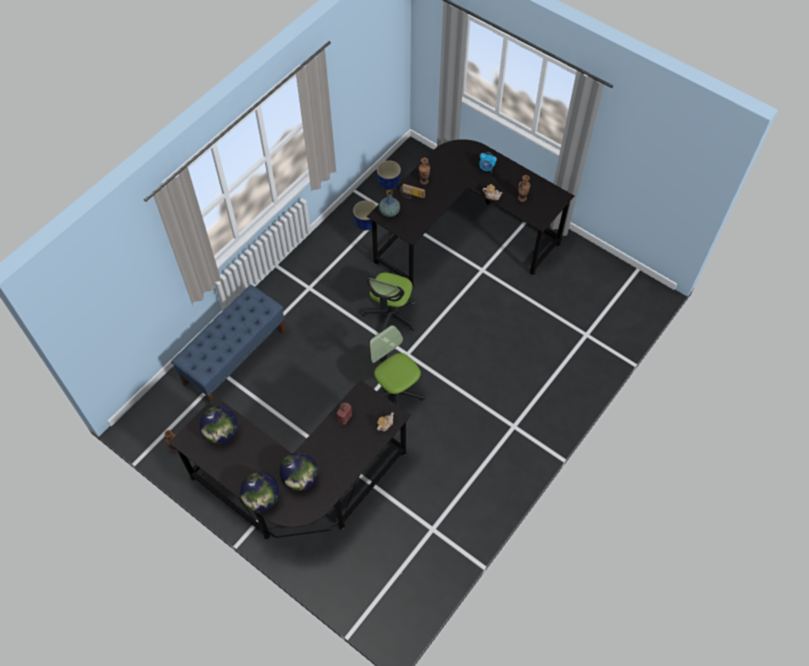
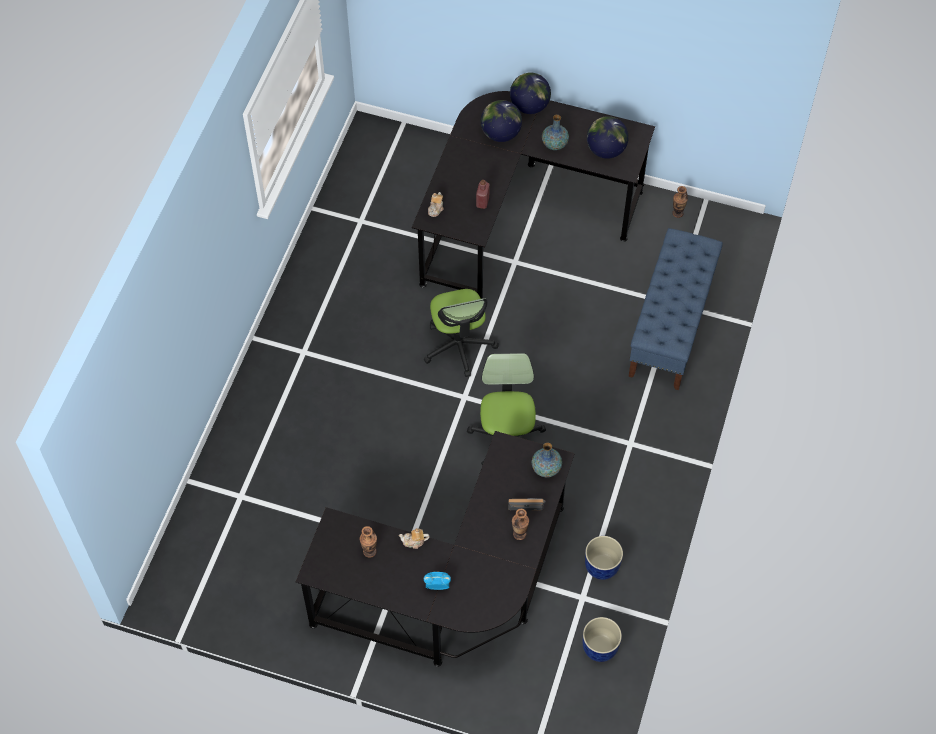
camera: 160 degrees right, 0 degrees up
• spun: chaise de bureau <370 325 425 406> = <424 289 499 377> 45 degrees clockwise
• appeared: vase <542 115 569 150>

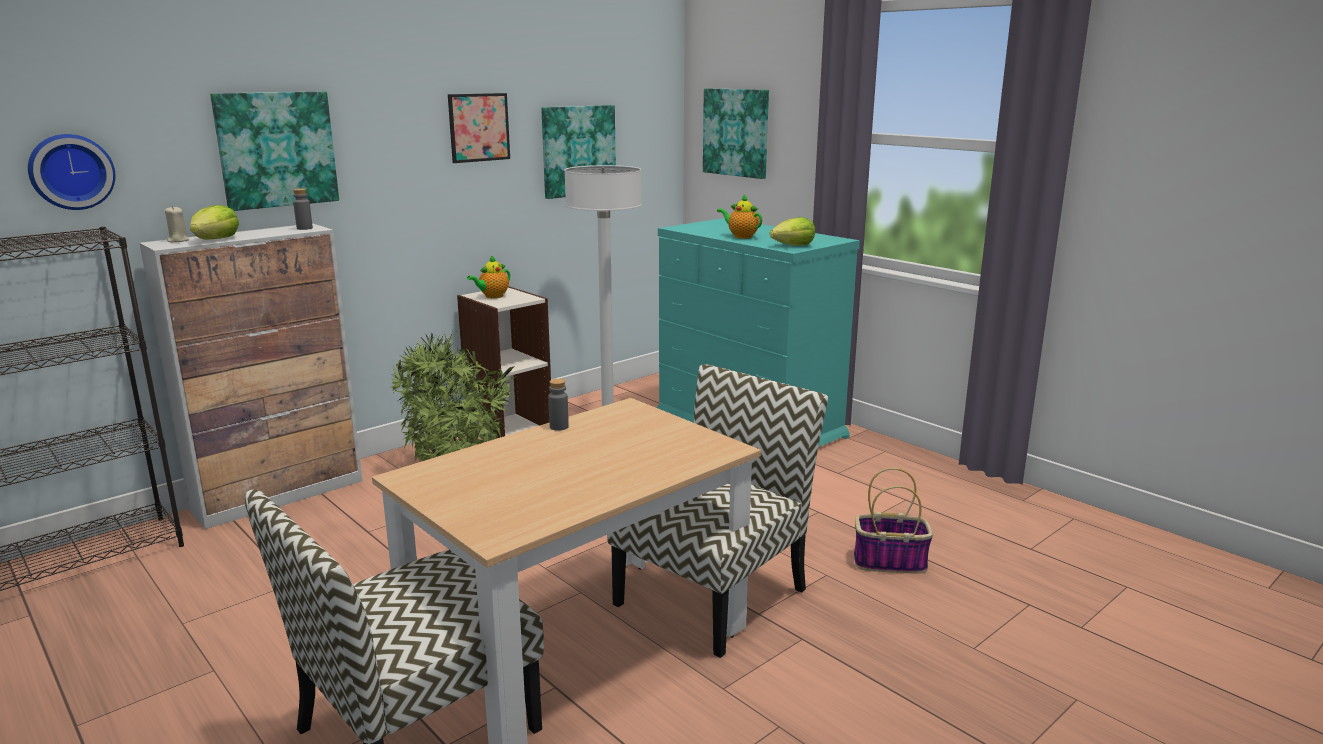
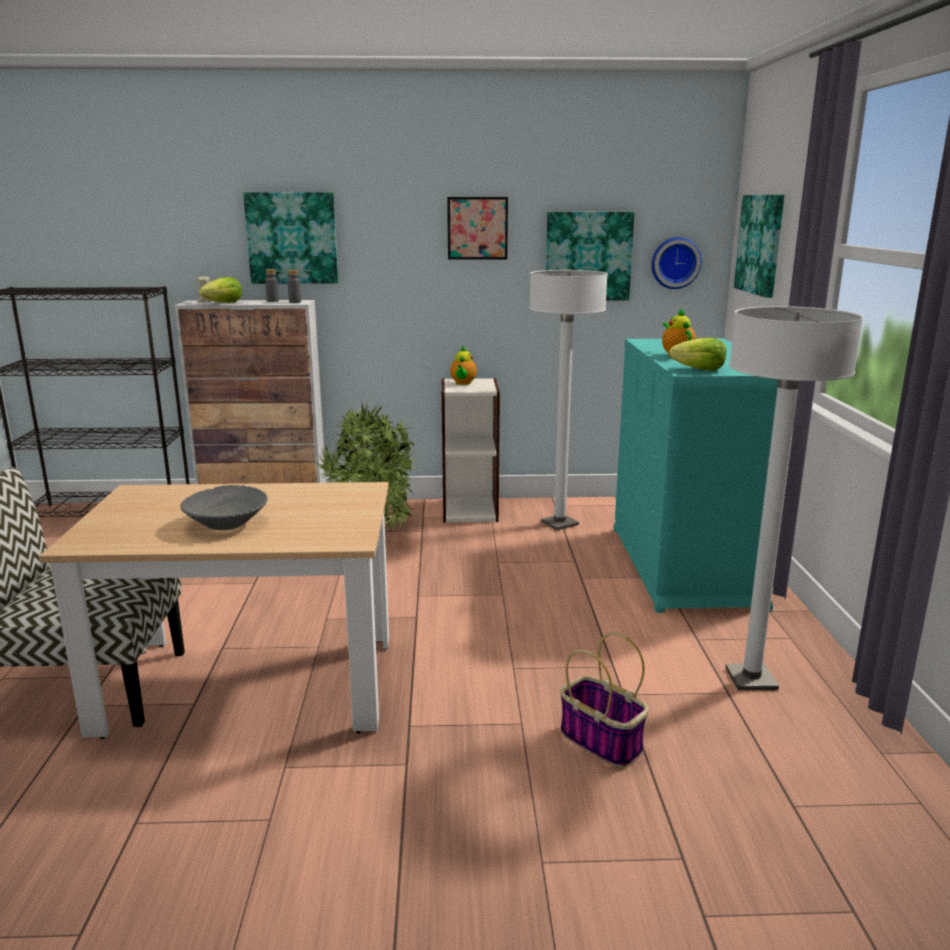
camera: 40 degrees right, 0 degrees up
• relocated: horloge murale <28 134 115 210> to <651 237 702 289>
• spun: théière <467 255 510 298> = <450 346 477 385> 75 degrees counterclockwise
• missing: chaise <607 364 828 658>
• relocated: bouteille/gris <548 379 569 431> to <265 269 279 302>
• appeared: lampadaire/blanc <725 306 863 690>
• appeared: bol/gris <180 485 267 530>

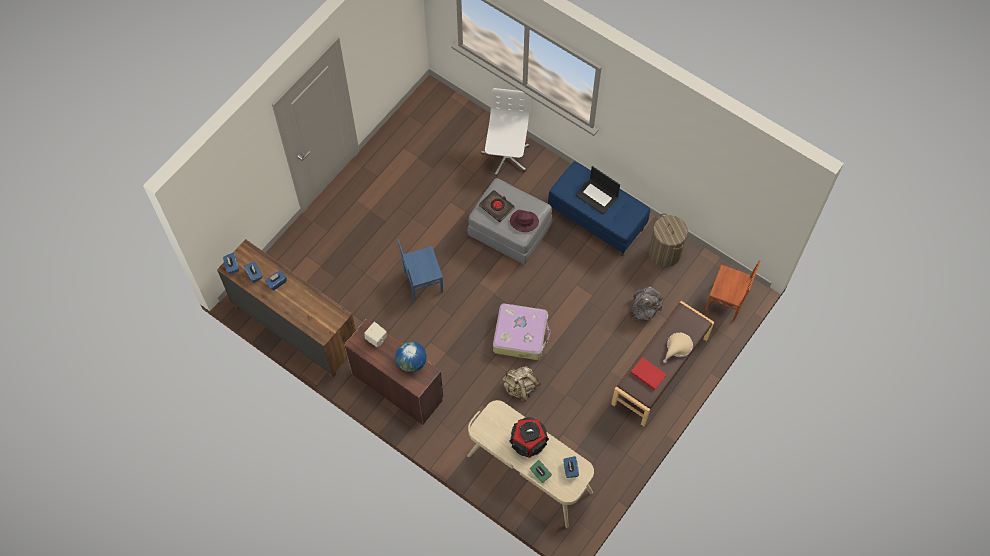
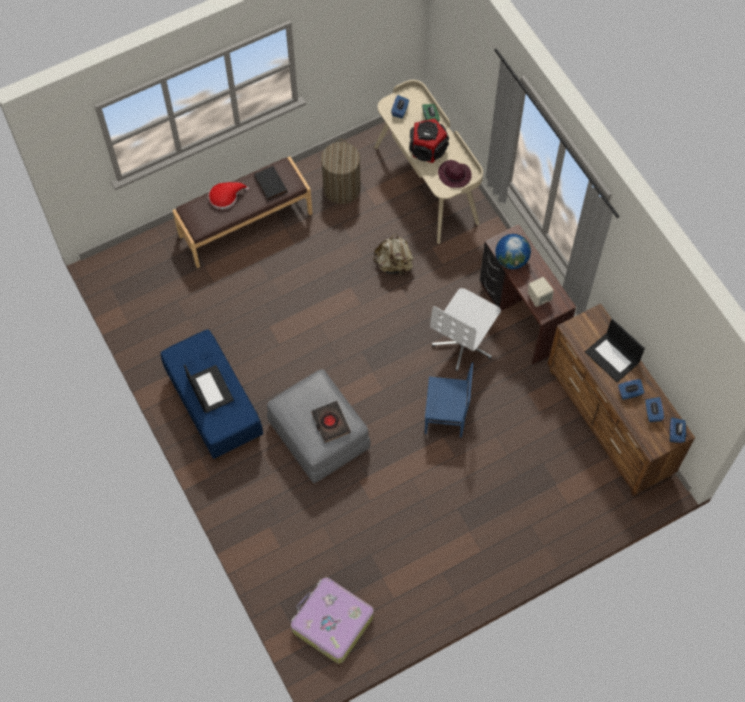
camera: 155 degrees left, 0 degrees up
• relocated: chaise de bureau/blanc <481 88 530 176> to <430 288 501 371>
• relocated: chapeau/violet <510 210 539 232> to <438 160 472 188>
• relocated: panier à linge <649 213 688 267> to <321 139 361 204>
• missing: chaise/marron <705 260 760 321>
• missing: sac à dos/gris <630 287 663 322>
• relocated: valise <493 304 551 360> to <291 577 374 663>
• colour: chapeau/beige <663 332 693 363> to chapeau/rouge <208 182 249 210>
• colour: livre/rouge <631 357 667 390> to livre/noir <254 166 288 201>
• appeared: ordinateur portable <585 319 645 382>

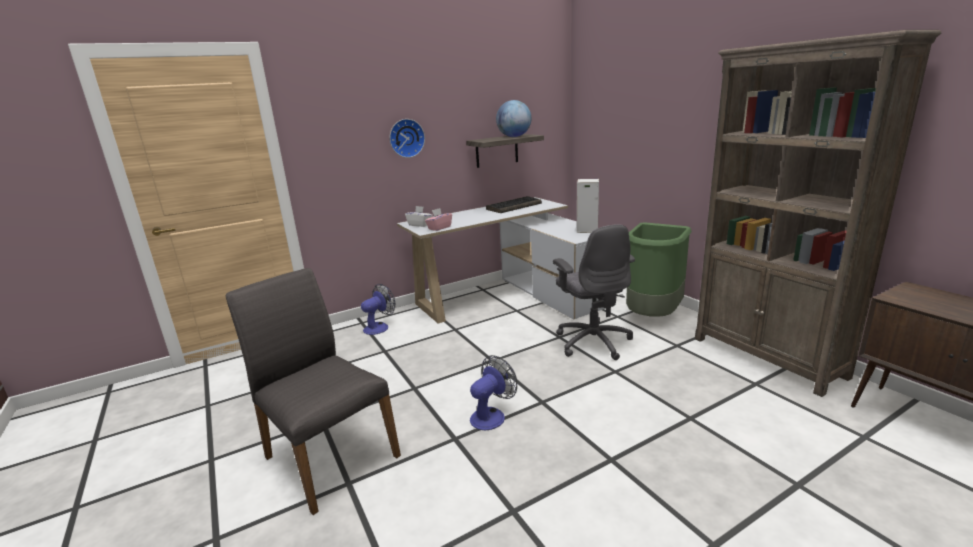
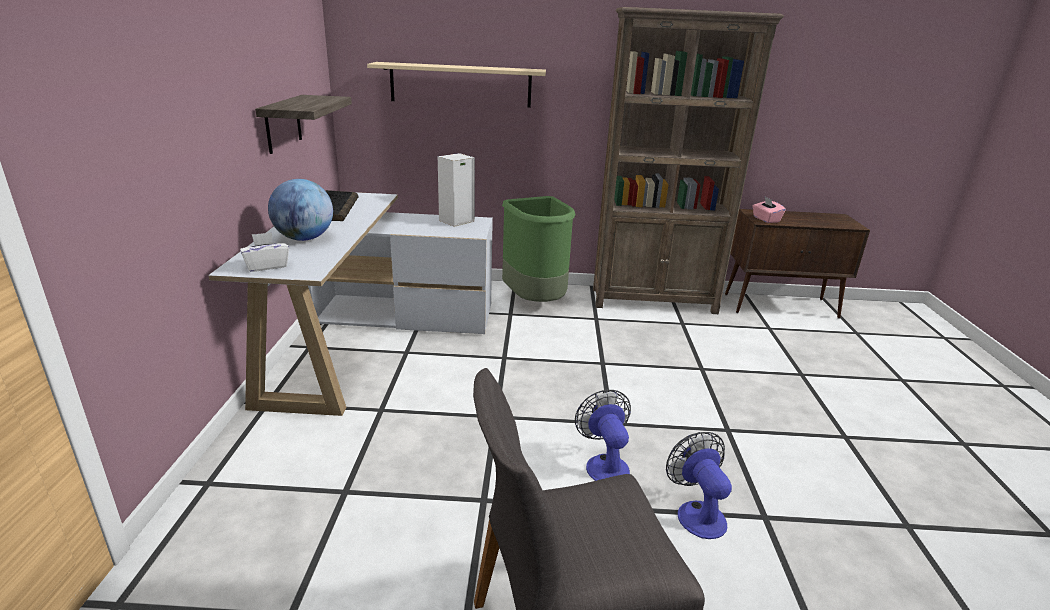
camera: 60 degrees left, 5 degrees up
• relocated: globe <496 100 531 137> to <268 179 333 241>
• missing: horloge murale <390 119 425 158>
• relocated: boîte à mouchoirs/rose <425 208 452 231> to <753 197 786 223>
• missing: chaise de bureau/gris <553 224 635 360>
• relocated: ventilateur <361 284 395 335> to <666 432 732 539>
• appeared: étagère/beige <367 62 546 108>

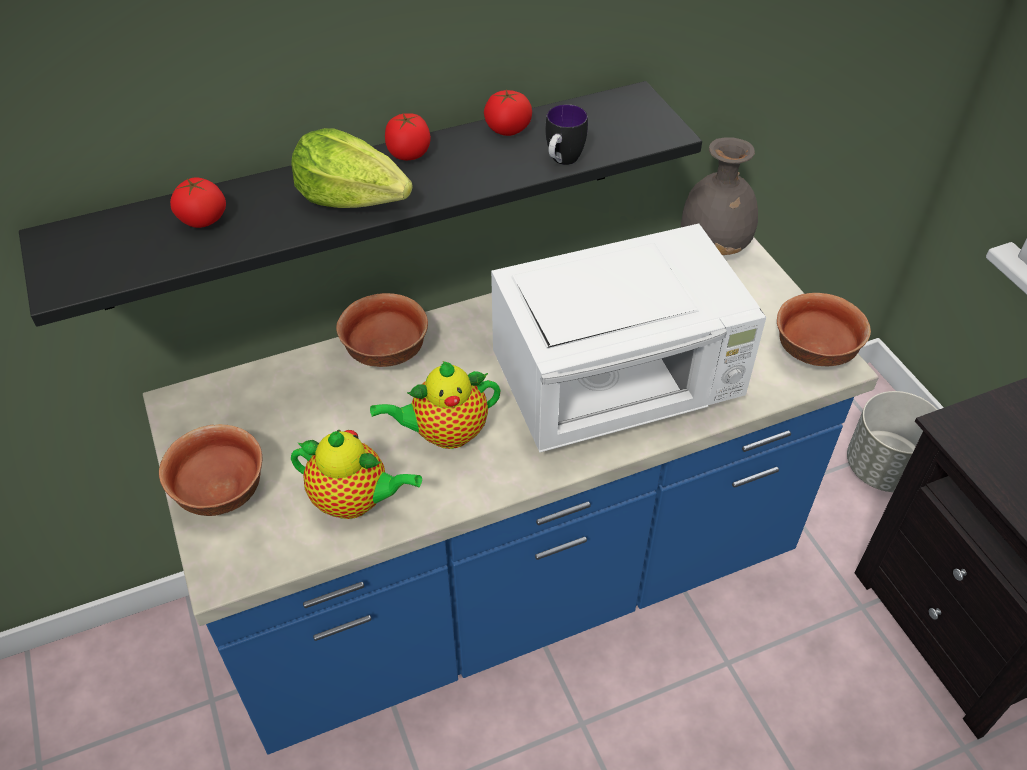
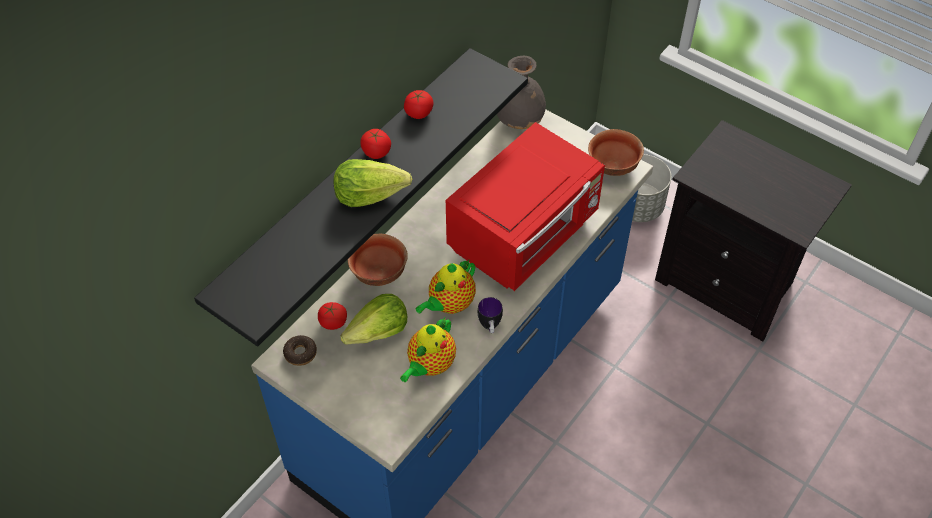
camera: 30 degrees left, 5 degrees up
• relocated: mug <546 104 588 165> to <478 297 503 333>
• relocated: tomate <170 177 226 228> to <318 302 347 330>
• colour: micro-ondes/blanc <491 224 766 453> to micro-ondes/rouge <446 122 605 291>
• missing: bol <159 424 262 516>
• spun: théière <291 430 422 519> = <400 318 456 382> 135 degrees clockwise
• appeared: laitue <340 294 407 345>
• appeared: beignet <283 335 317 366>

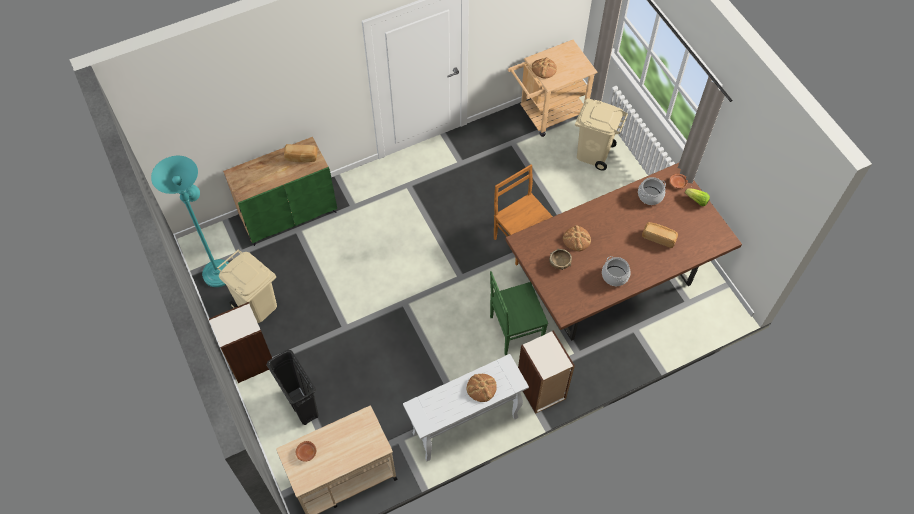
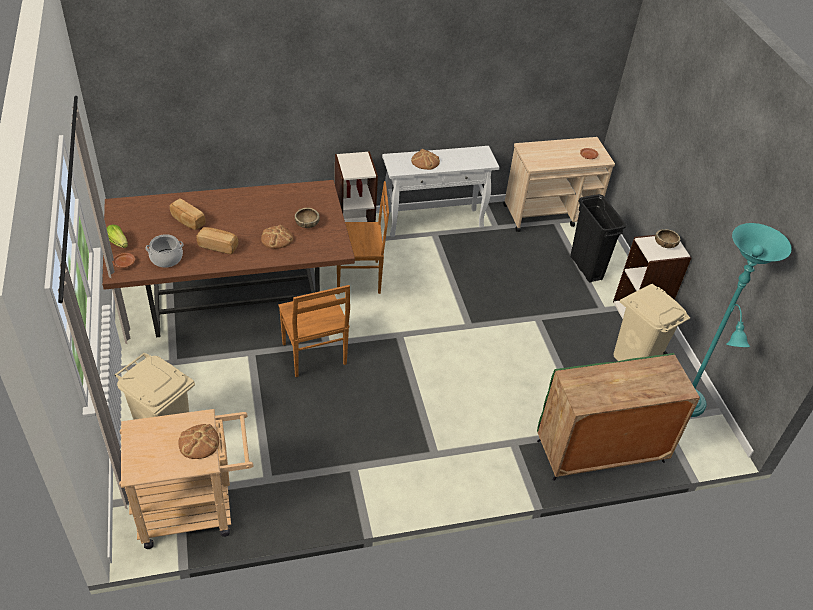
camera: 170 degrees left, 15 degrees down
• relocated: pain <284 144 318 162> to <197 227 238 254>
• missing: marmite <602 256 631 286>
• colour: chaise/vert <490 271 548 355> to chaise/marron <337 181 389 294>
• appeared: bol/marron <655 229 680 248>

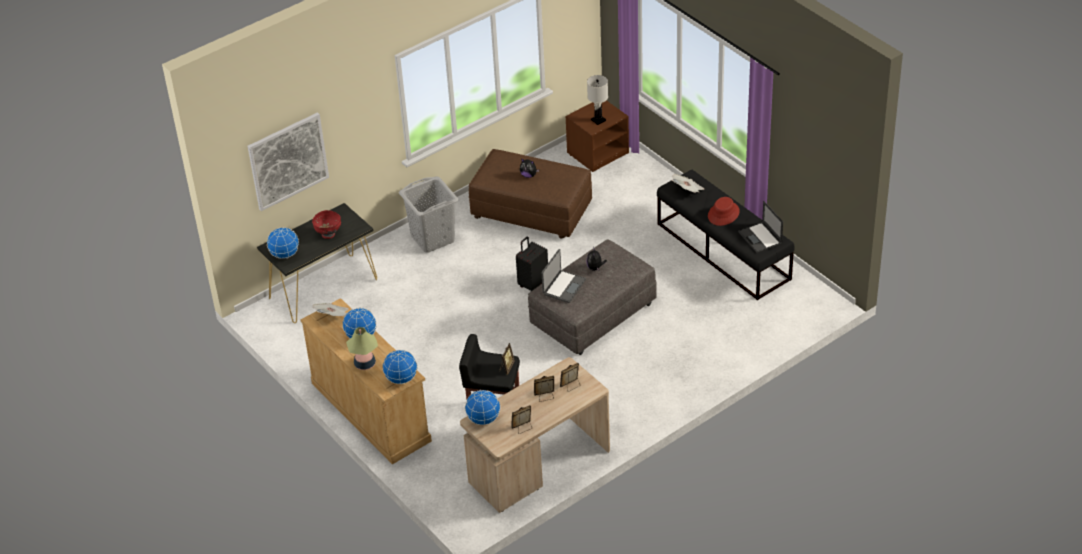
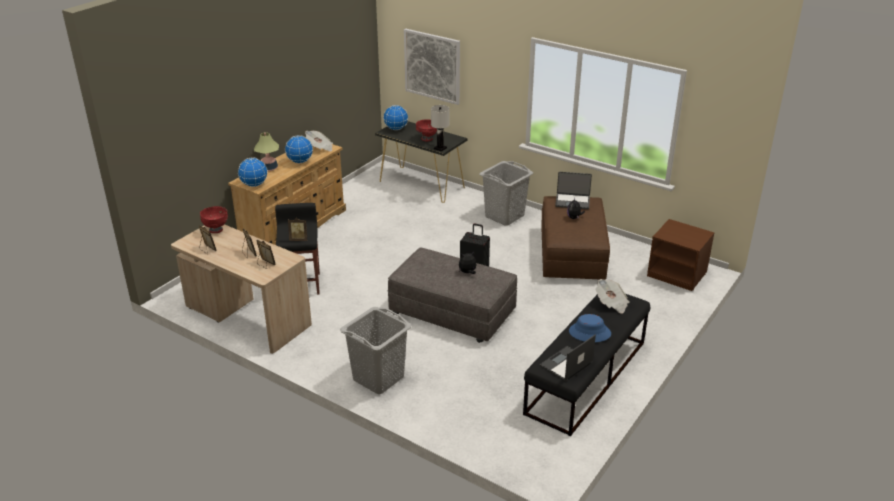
camera: 70 degrees right, 10 degrees down
• relocated: lampe de table/blanc <587 75 608 125> to <431 105 450 152>
• colour: chapeau/rouge <708 197 740 226> to chapeau/bleu <569 314 611 342>
• relocated: ordinateur portable <542 249 586 303> to <555 172 592 209>
• exchanged: globe <465 390 501 425> to bol/rouge <200 206 228 233>
• appeared: panier à linge/gris <340 307 412 394>

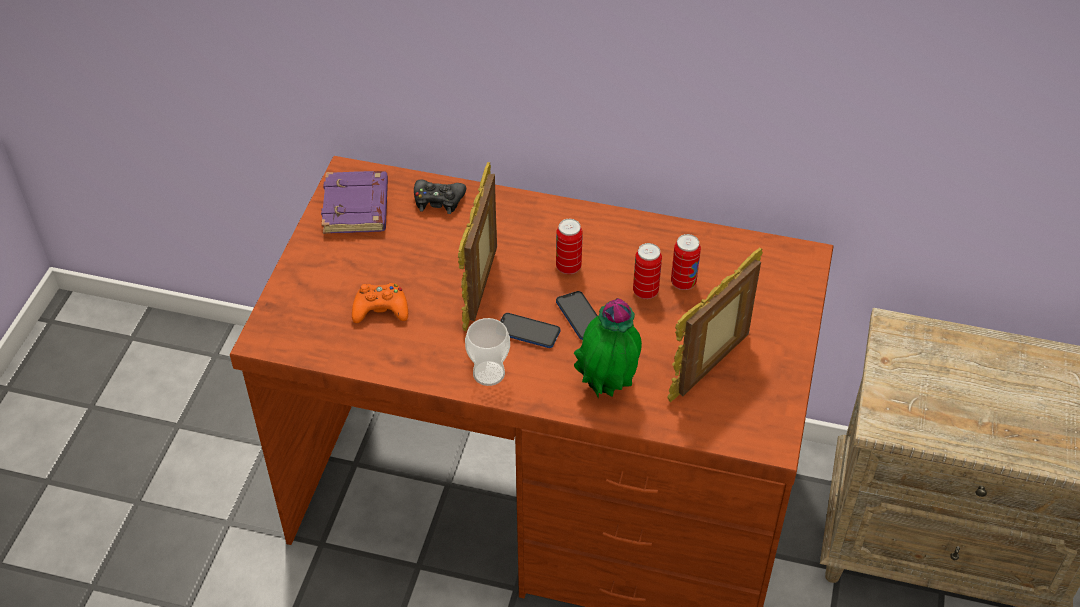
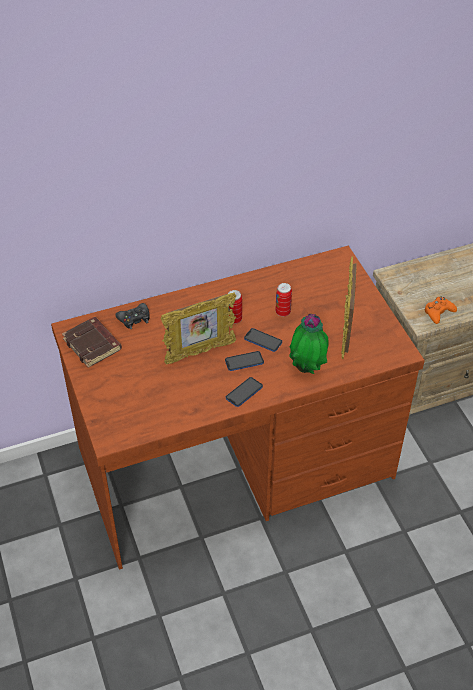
camera: 35 degrees left, 0 degrees up
• spun: cadre photo <458 162 497 331> = <161 292 236 365> 90 degrees counterclockwise
• colour: livre/violet <321 171 388 234> to livre/marron <62 317 122 368>
• missing: boîte métallique <671 234 701 290>
• relocated: manette/orange <352 283 408 323> to <425 296 457 324>
• exchanged: tasse <465 318 510 386> to téléphone <226 377 263 407>

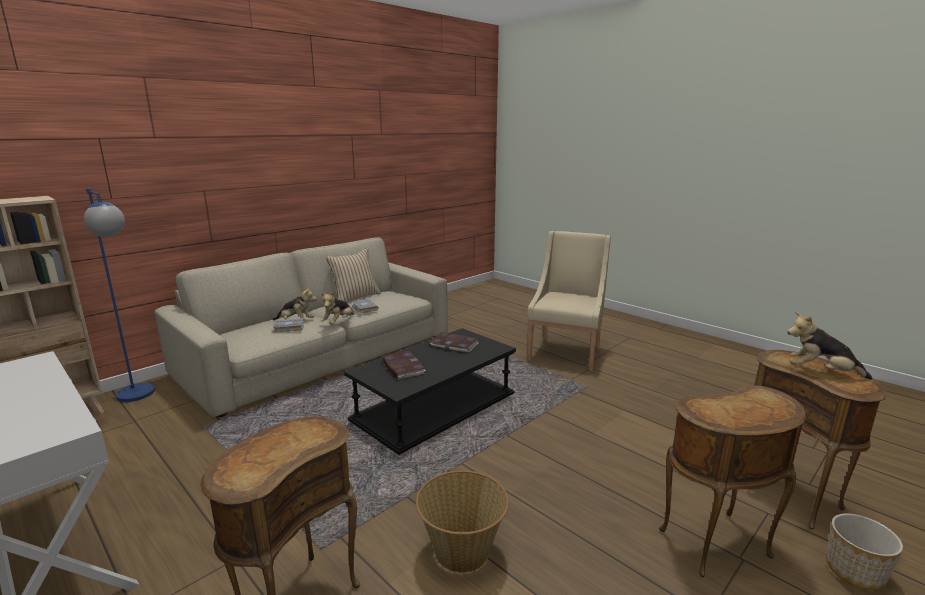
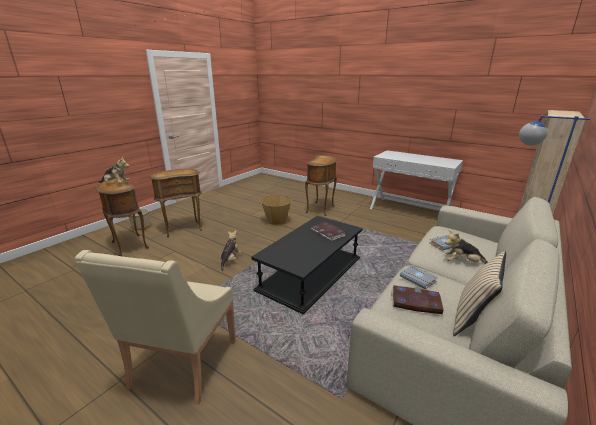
camera: 170 degrees right, 5 degrees up
• relocated: peluche <321 292 354 324> to <220 230 241 271>
• relocated: livre <430 332 479 353> to <391 285 444 314>

